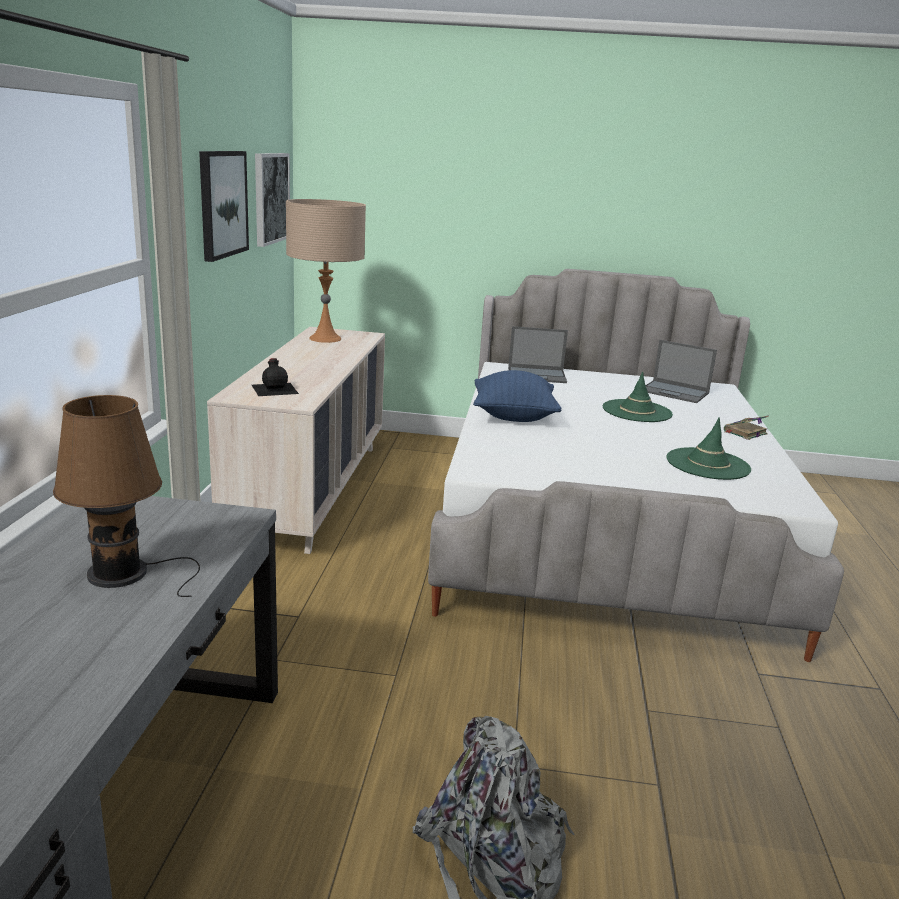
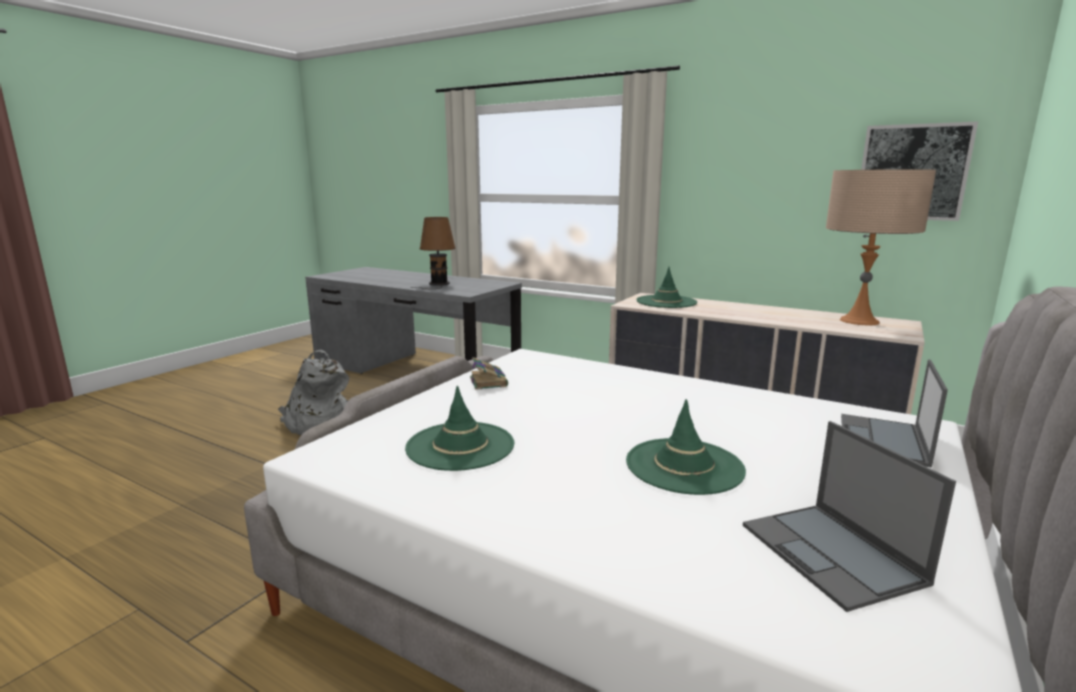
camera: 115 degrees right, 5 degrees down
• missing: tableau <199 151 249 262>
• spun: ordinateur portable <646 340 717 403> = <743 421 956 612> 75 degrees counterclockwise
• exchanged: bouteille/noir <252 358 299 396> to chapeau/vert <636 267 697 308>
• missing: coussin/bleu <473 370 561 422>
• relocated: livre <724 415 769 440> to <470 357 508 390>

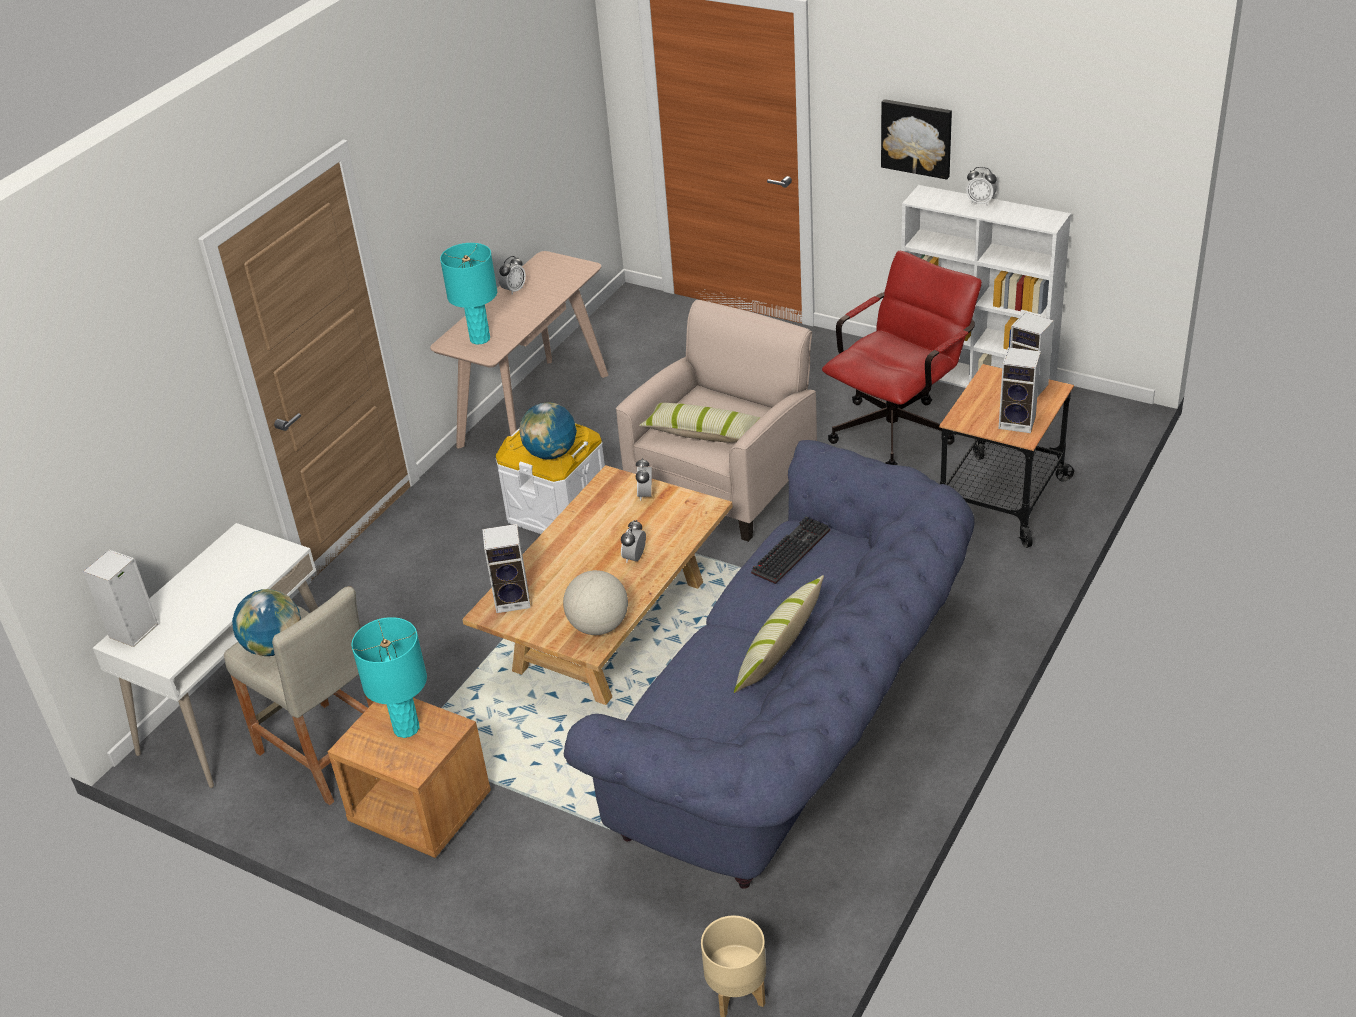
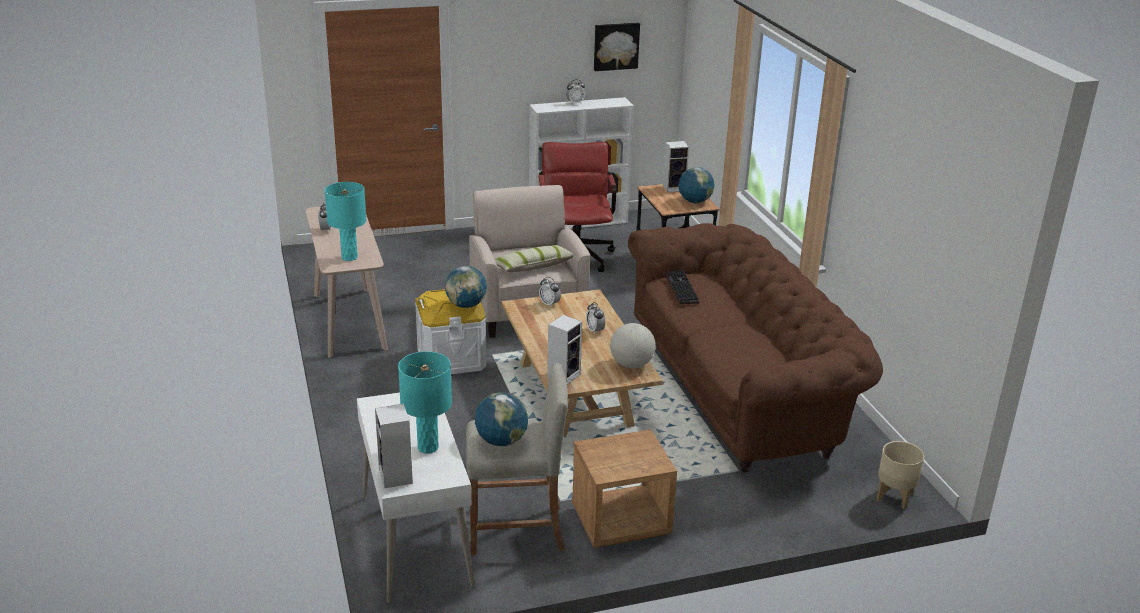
camera: 50 degrees left, 10 degrees down
• relocated: tableau <881 99 952 179> to <594 23 640 71>
• exchanged: enceinte <998 347 1041 433> to globe <678 167 714 203>
• colour: canapé/bleu <564 440 974 889> to canapé/marron <628 223 883 472>
• missing: coussin <734 575 824 693>
• relocated: lampe de table/turquoise <351 617 427 738> to <398 351 452 454>

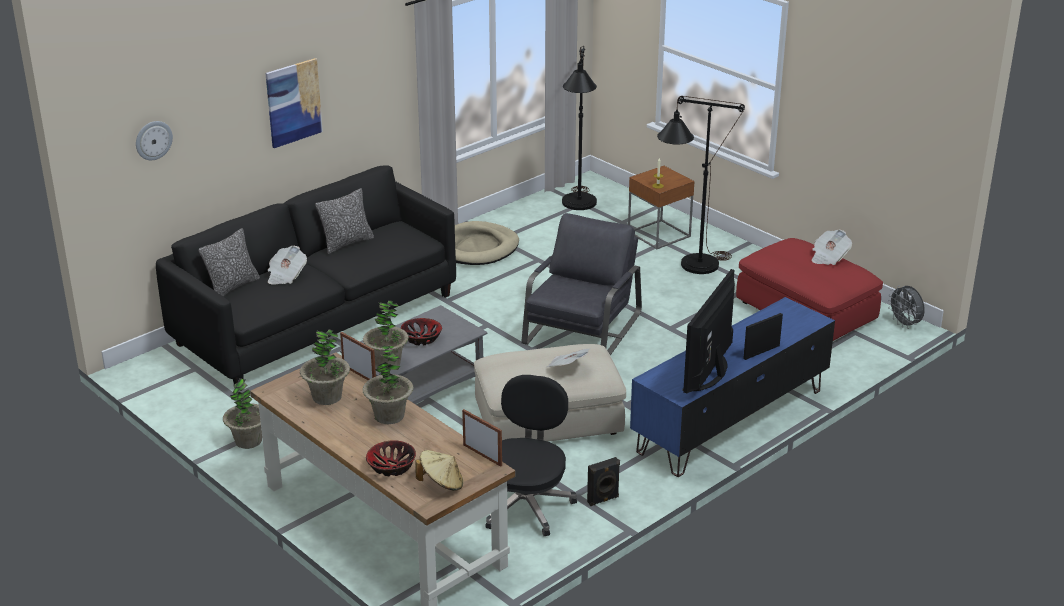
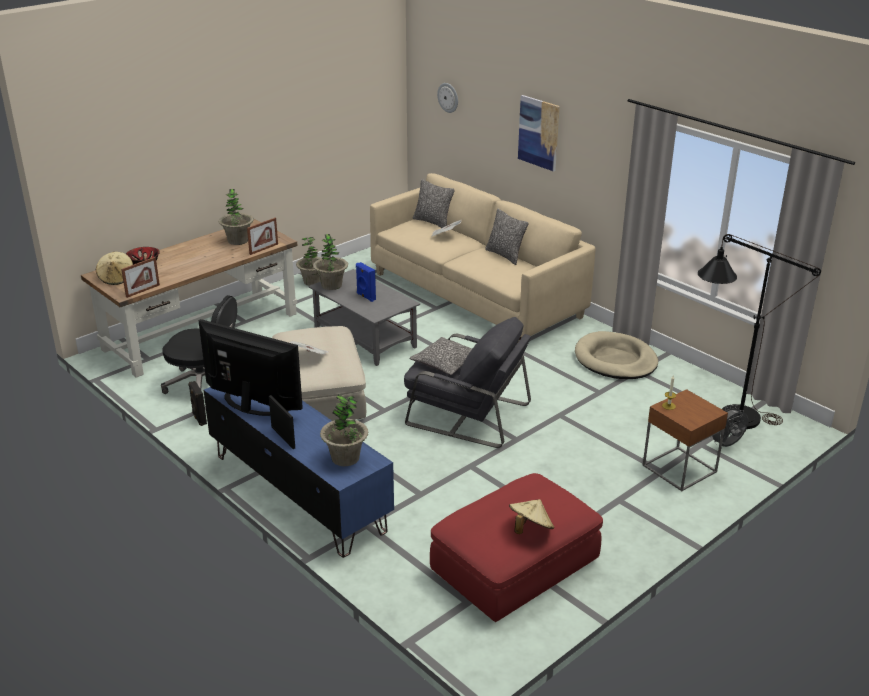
camera: 90 degrees right, 0 degrees up
• missing: lampadaire/noir <657 96 745 274>
• colour: canapé/noir <156 165 456 384> to canapé/beige <370 173 595 342>
• exchanged: journal <812 230 852 265> to chapeau/beige <509 499 554 534>
• relocated: ventilateur/gris <887 285 925 329> to <709 405 748 447>
• exchanged: bol <401 318 442 346> to enceinte/bleu <356 262 376 302>
• relocated: plante en pot <362 345 414 424> to <320 394 369 466>
• appeared: coussin <409 337 472 375>

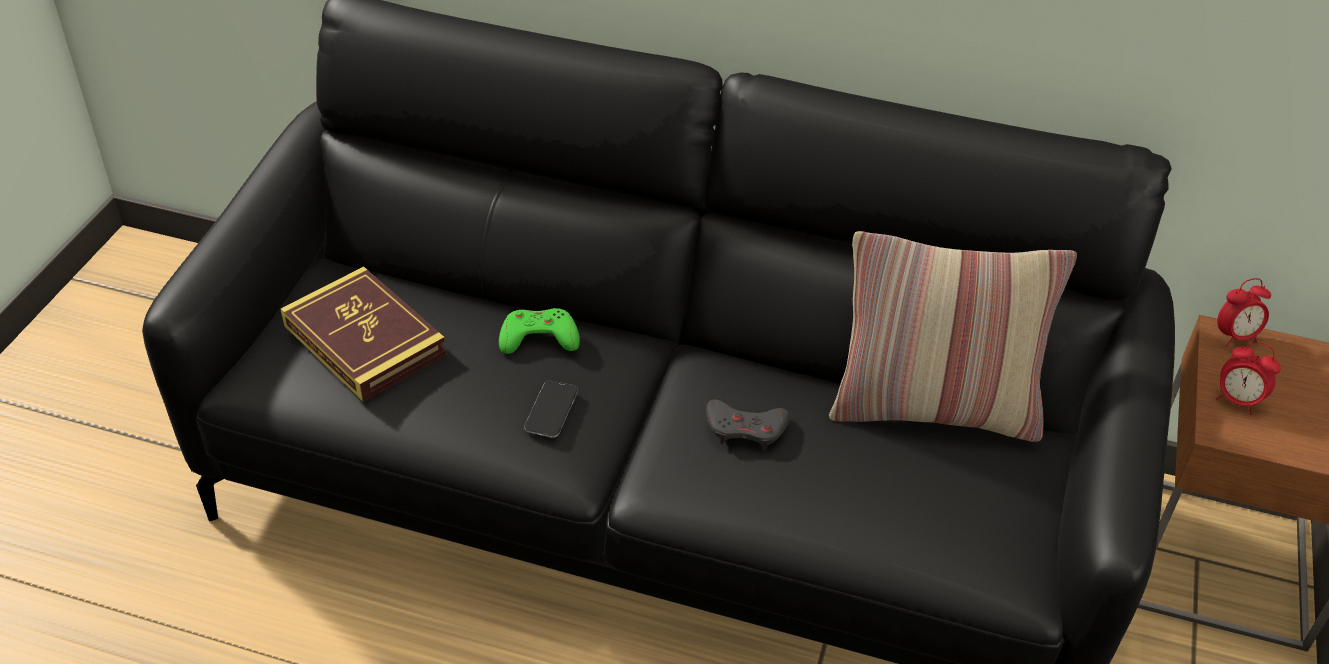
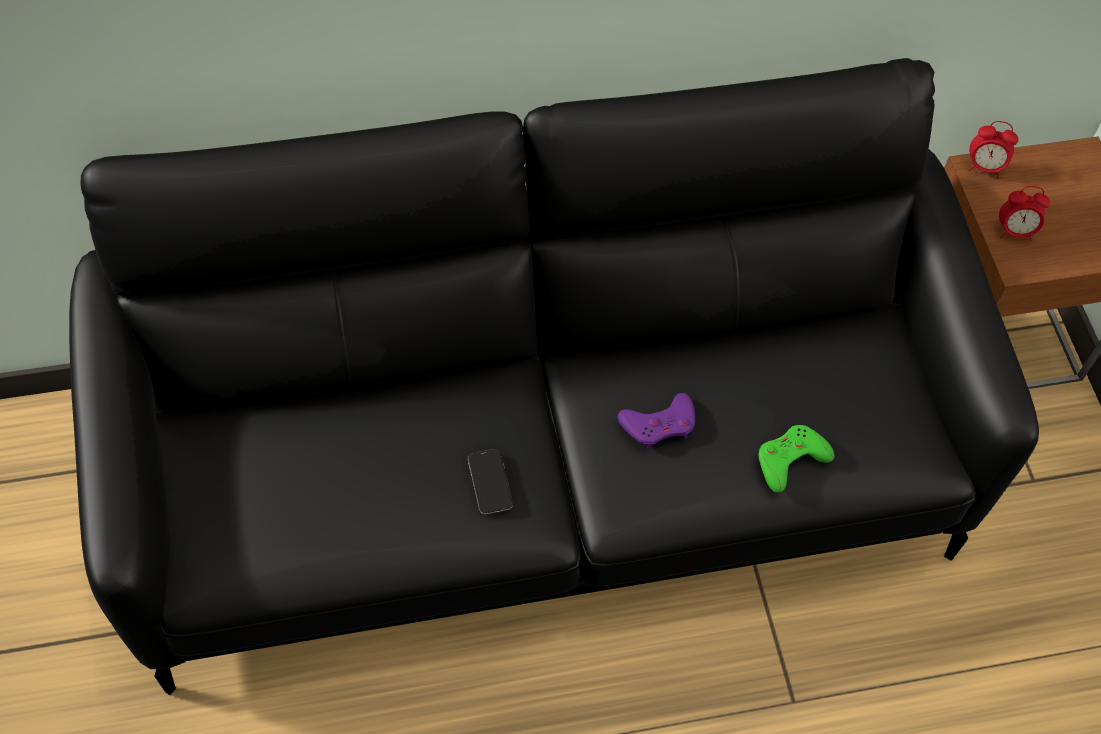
camera: 30 degrees left, 15 degrees up
• missing: coussin <829 231 1077 442>
• missing: livre <281 266 447 402>
• spun: réveil <1217 278 1271 346> = <968 121 1019 178> 60 degrees clockwise
• relocated: manette/vert <499 308 580 354> to <758 425 834 493>
• colour: manette/gris <706 399 790 450> to manette/violet <618 393 695 449>

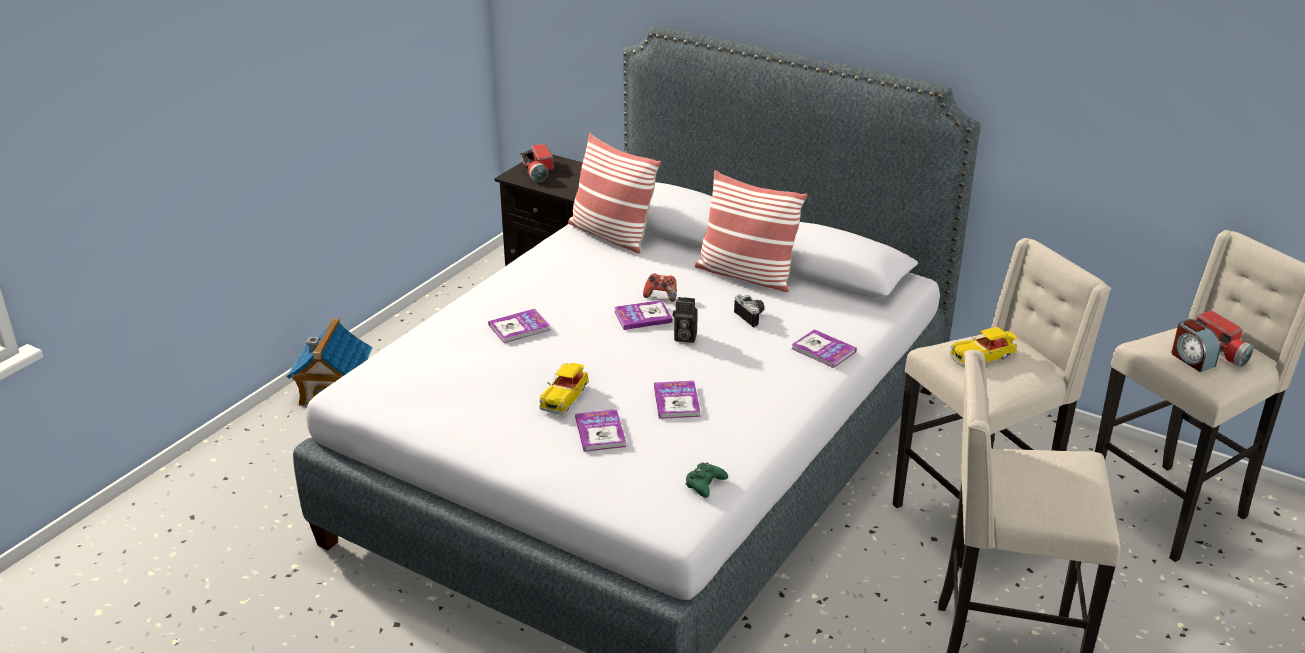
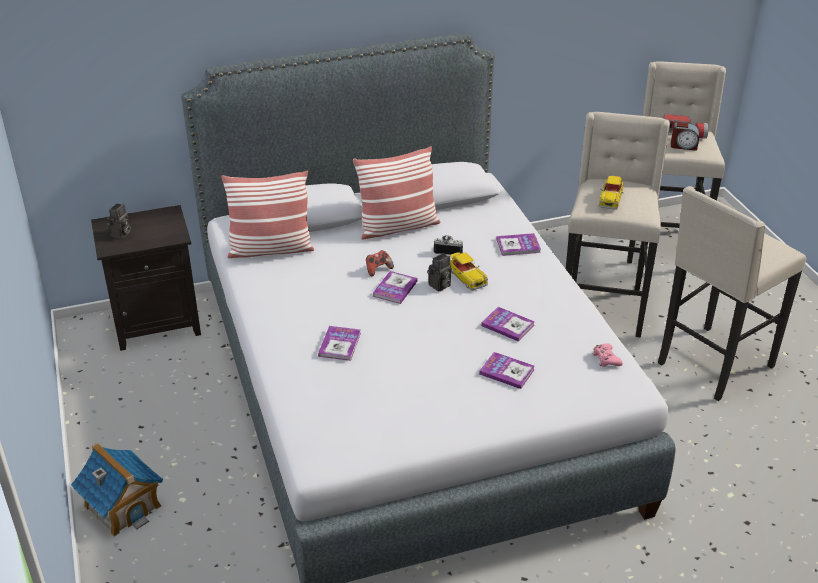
camera: 50 degrees left, 5 degrees up
• exchanged: lampe de poche <520 144 554 182> to appareil photo <107 203 131 239>
• relocated: petite voiture <539 363 589 414> to <450 252 488 290>
• colour: manette/vert <686 462 728 498> to manette/rose <592 343 623 367>

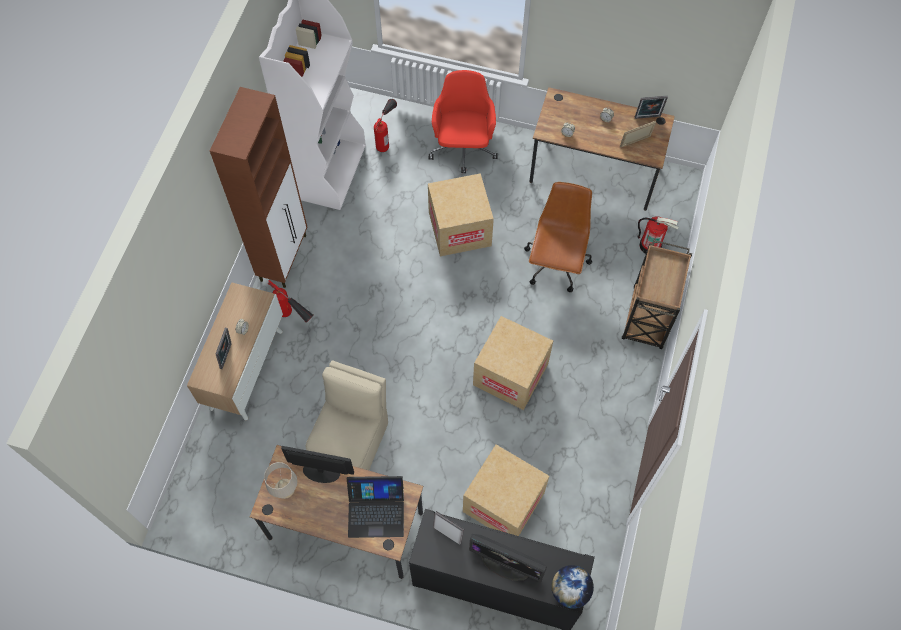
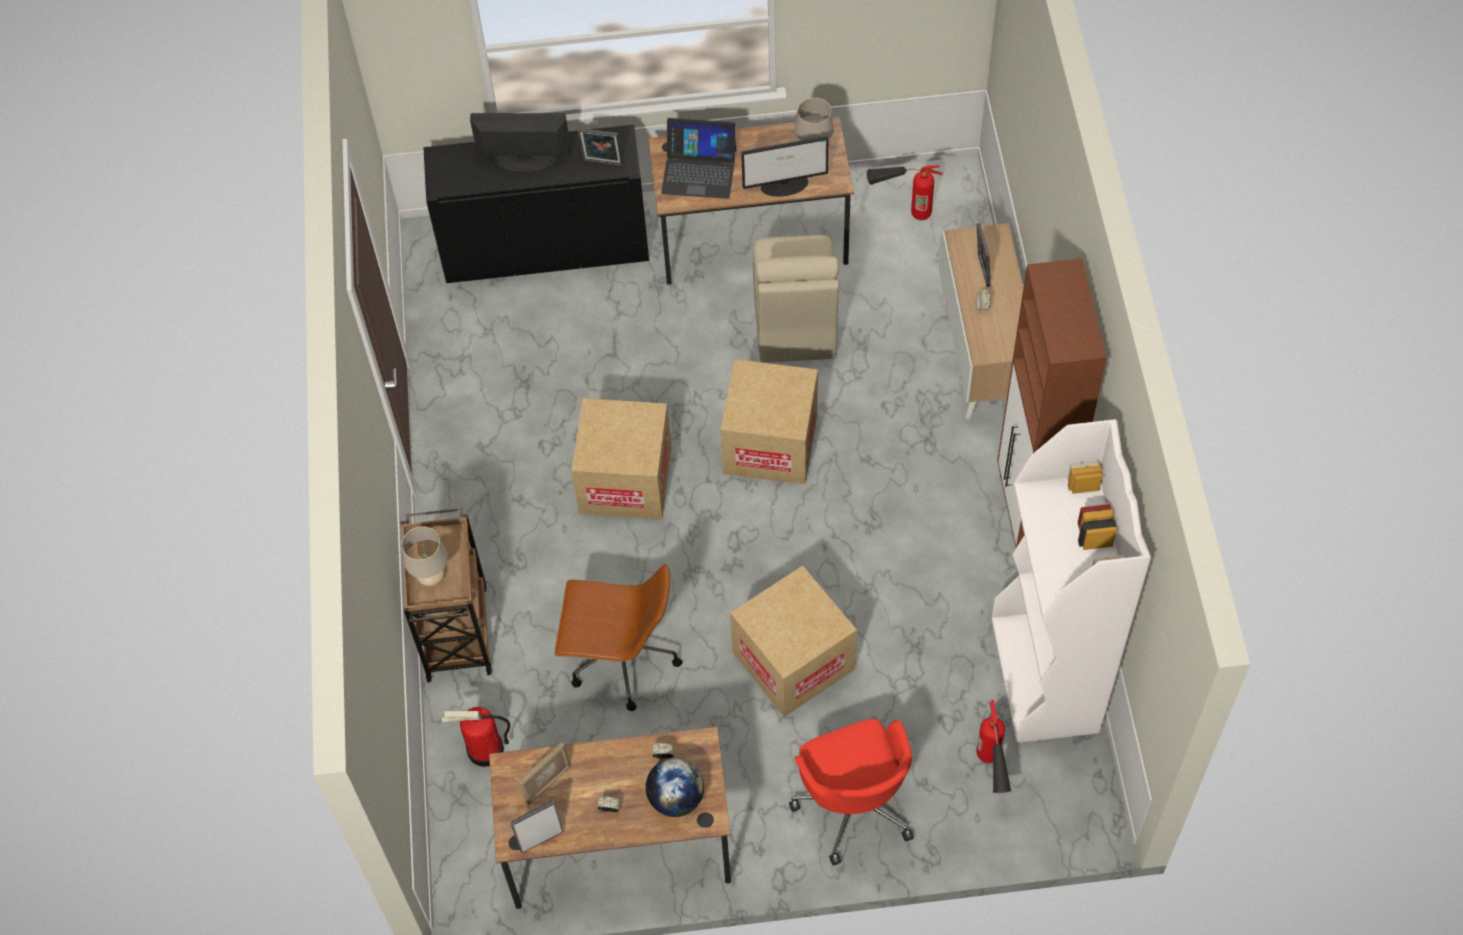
camera: 160 degrees right, 5 degrees down
• spun: chaise de bureau/marron <524 182 592 292> = <555 564 682 711> 75 degrees counterclockwise
• relocated: extincteur <267 280 314 323> to <867 165 943 220>
• relocated: carton <463 445 549 536> to <720 359 818 484>
• spun: ordinateur portable <347 476 404 538> = <661 118 736 199> 150 degrees counterclockwise
• relocated: globe <551 565 594 609> to <646 758 704 817>
• appeared: lampe de table/beige <401 526 448 587>

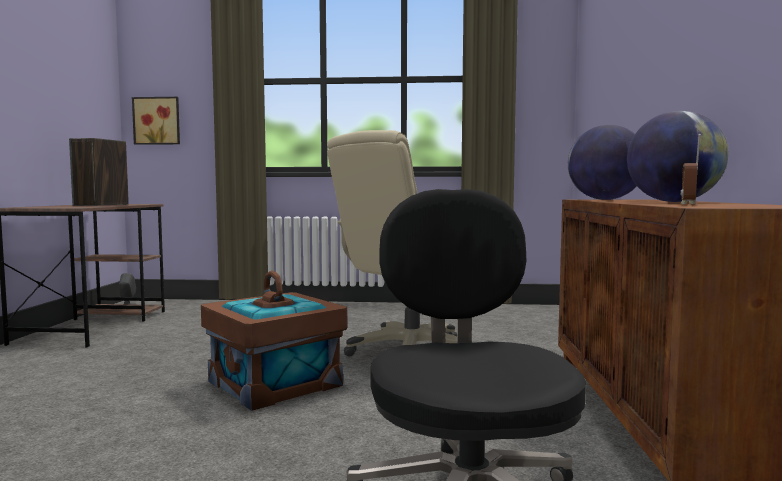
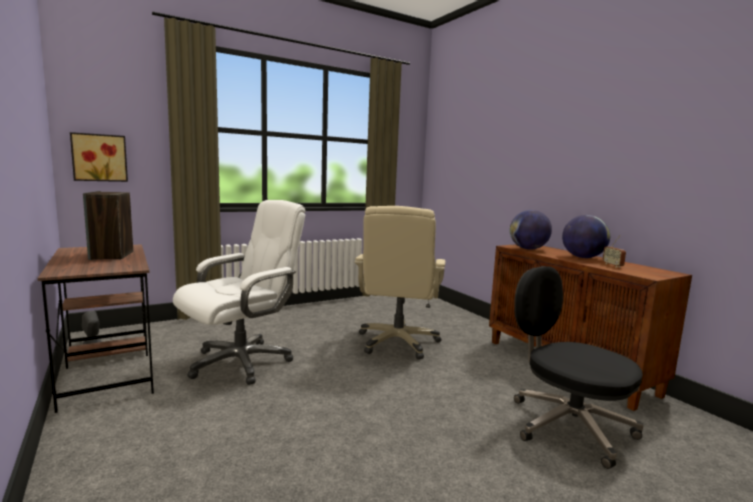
camera: 35 degrees left, 5 degrees up
• missing: boîte de rangement/marron <201 271 347 411>
• appeared: chaise de bureau/blanc <173 200 306 385>

